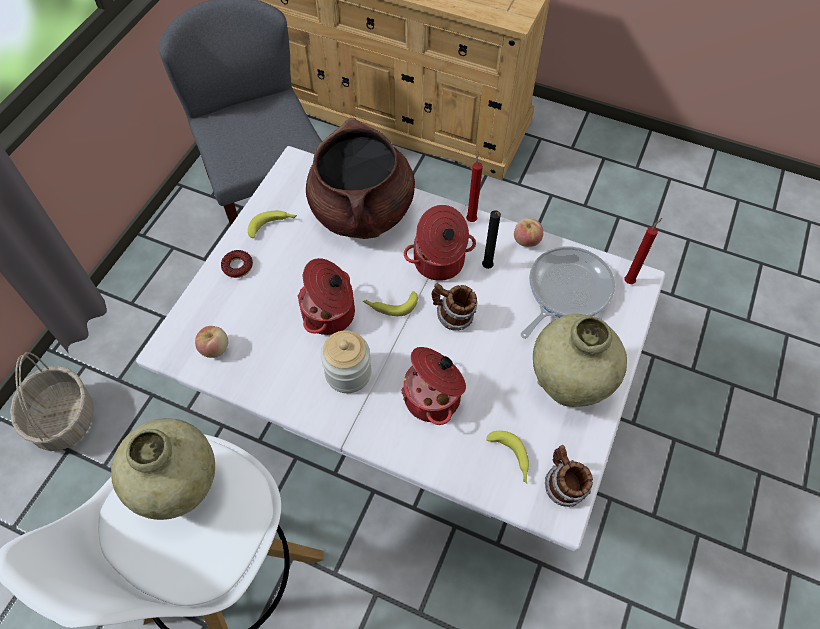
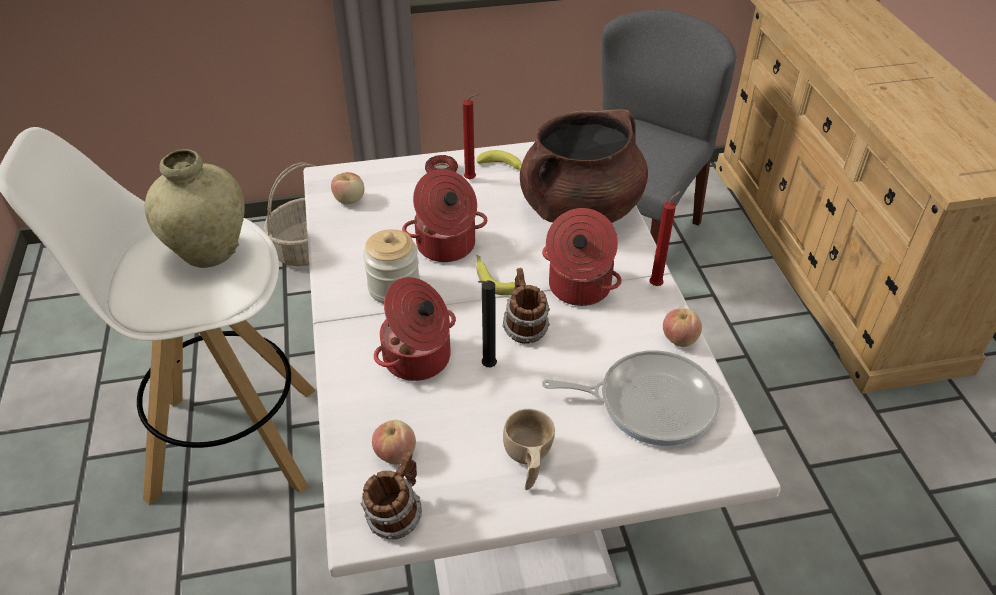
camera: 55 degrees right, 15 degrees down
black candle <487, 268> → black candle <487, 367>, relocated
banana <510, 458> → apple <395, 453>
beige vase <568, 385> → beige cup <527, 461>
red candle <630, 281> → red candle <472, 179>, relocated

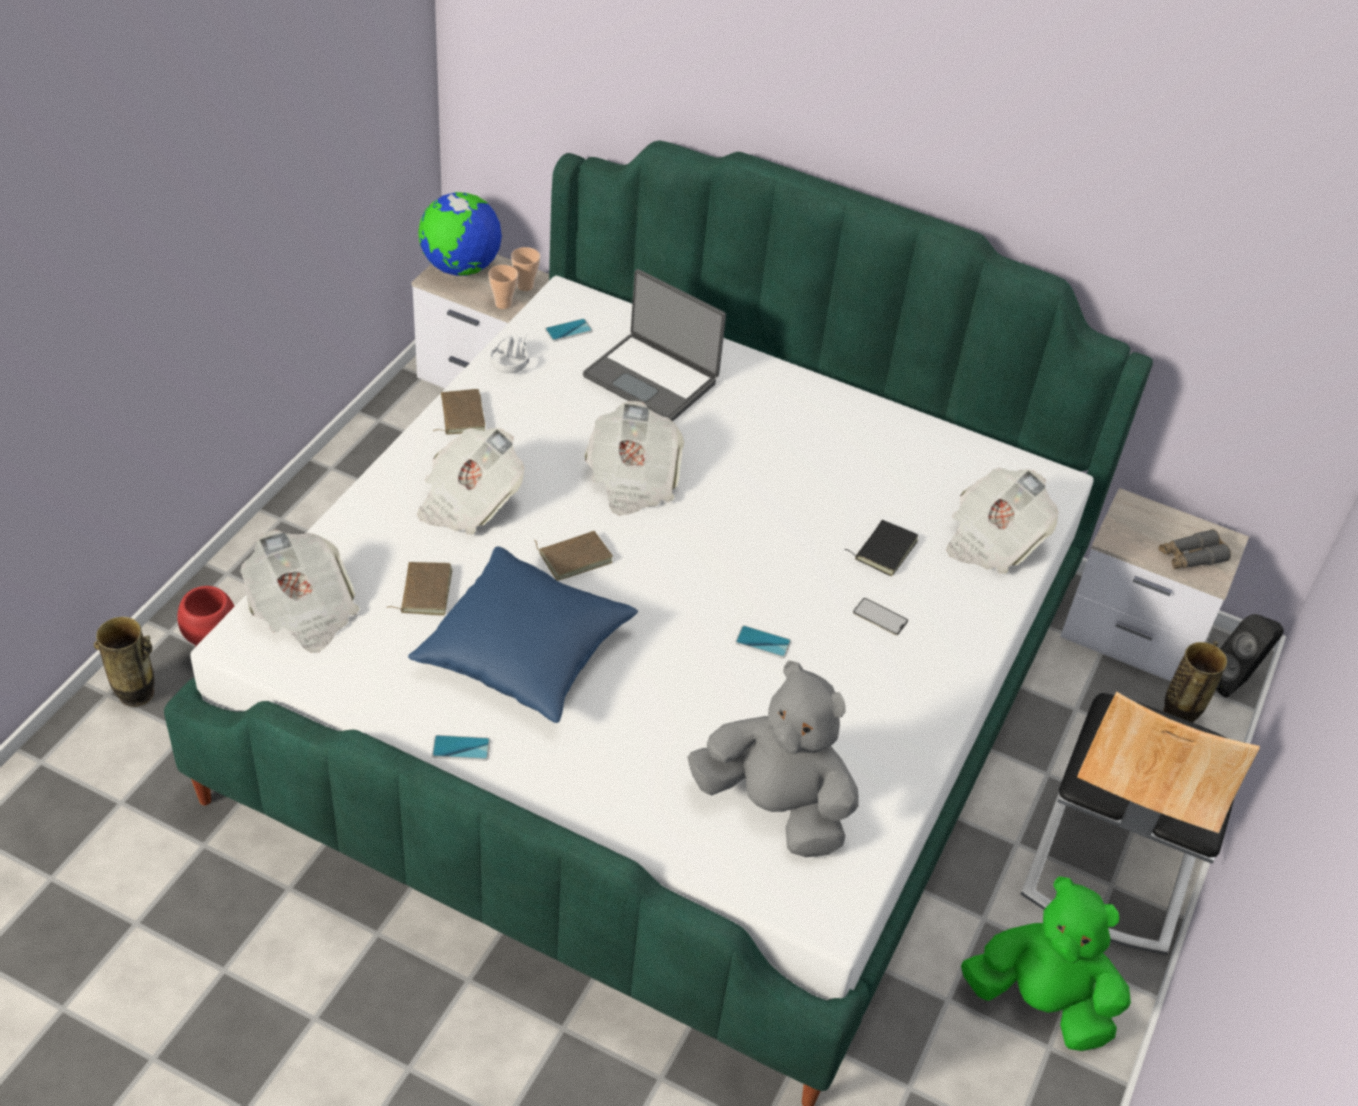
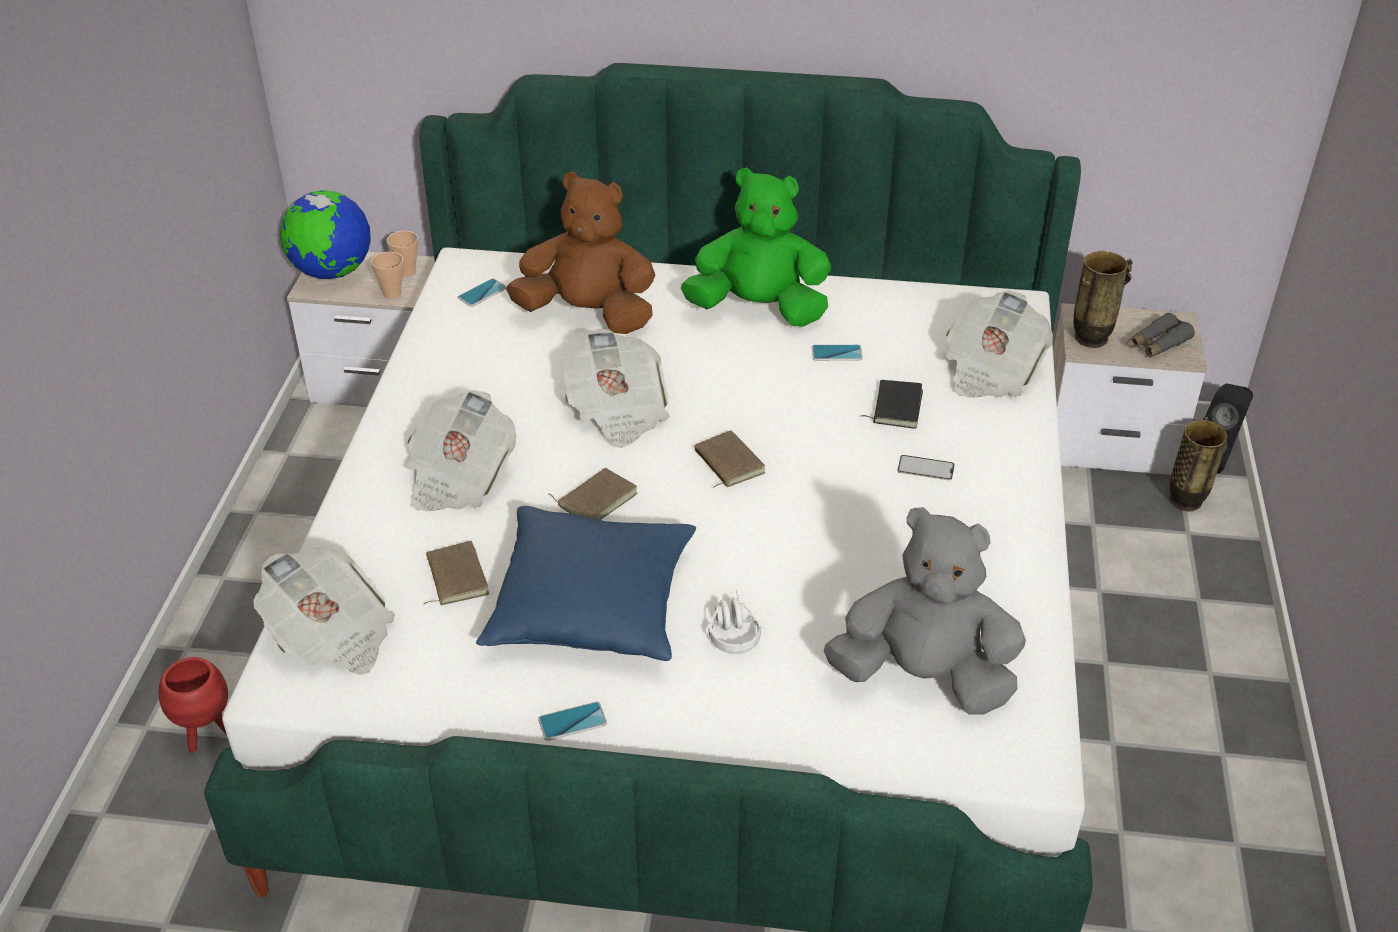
camera: 15 degrees left, 5 degrees down
vase <136, 695> → vase <1091, 339>, relocated
brown book <460, 415> → brown book <727, 463>, relocated
white headphones <511, 358> → white headphones <732, 629>, relocated
laptop <652, 378> → brown plush toy <588, 314>
phone <763, 642> → phone <836, 353>, relocated
green plush toy <1040, 1002> → green plush toy <759, 309>, relocated
chair <1112, 861> → -

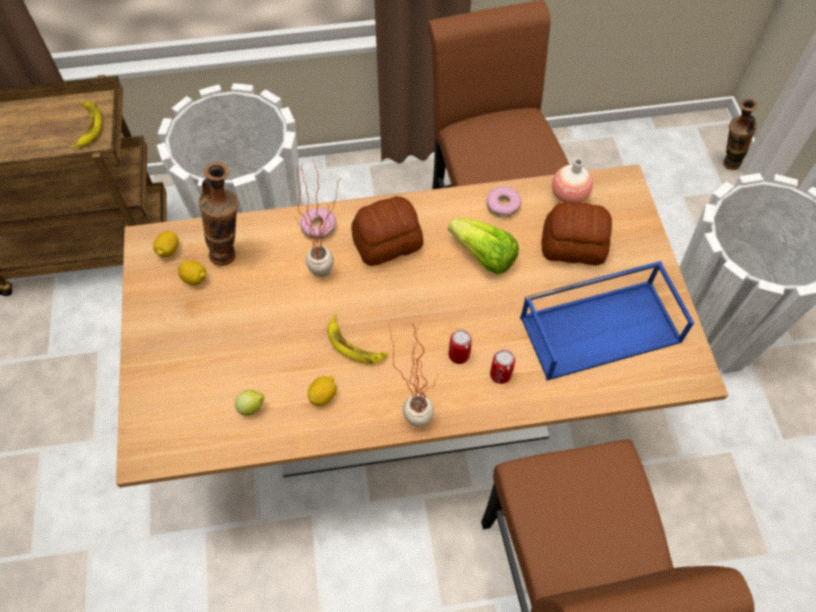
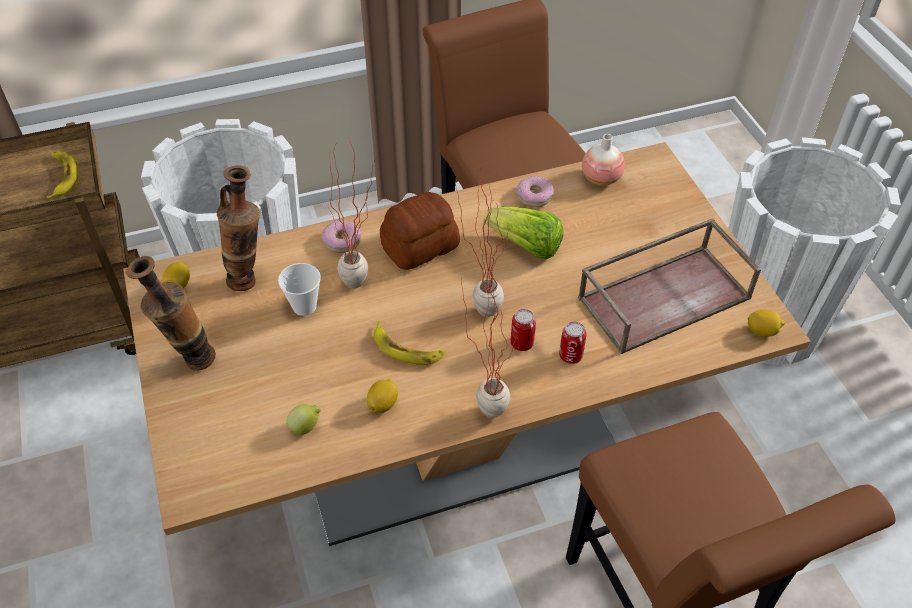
camera: 10 degrees left, 10 degrees down
lemon <195, 278> → lemon <762, 331>, relocated
blue tray <601, 327> → brown tray <664, 296>
bread <574, 246> → -
vase <725, 164> → vase <189, 361>, relocated
- → cup <304, 306>
- → potted plant <480, 306>

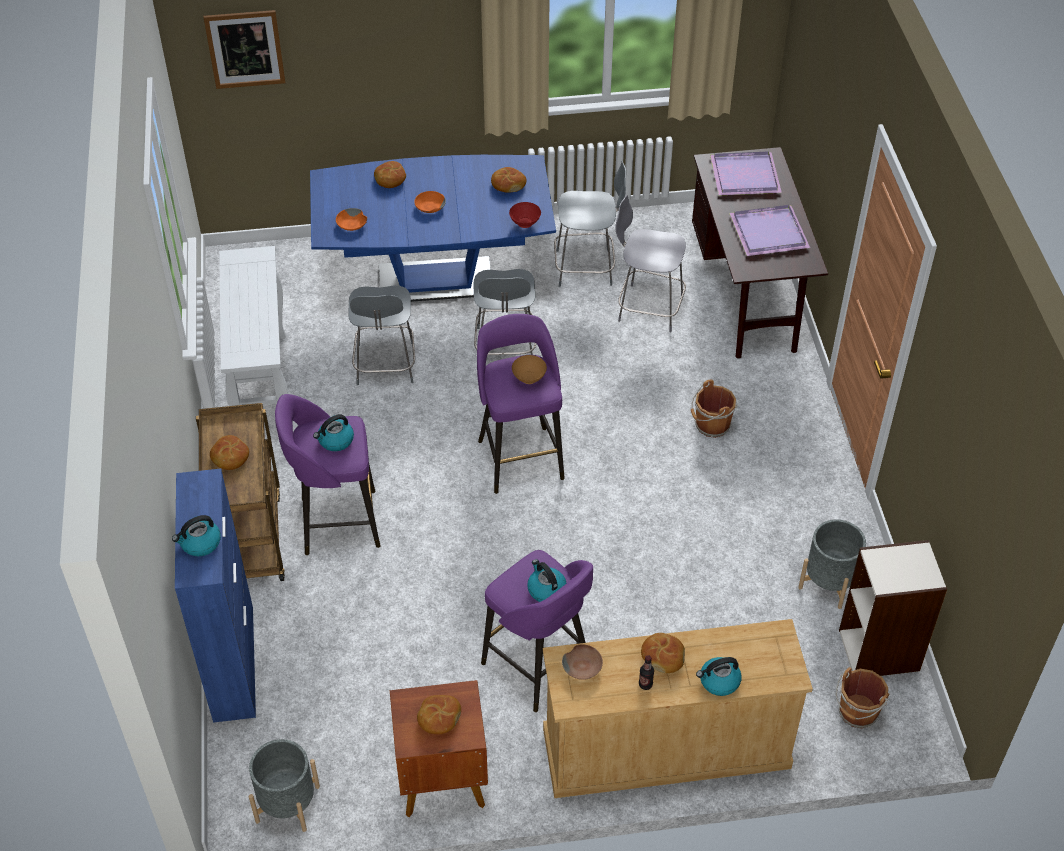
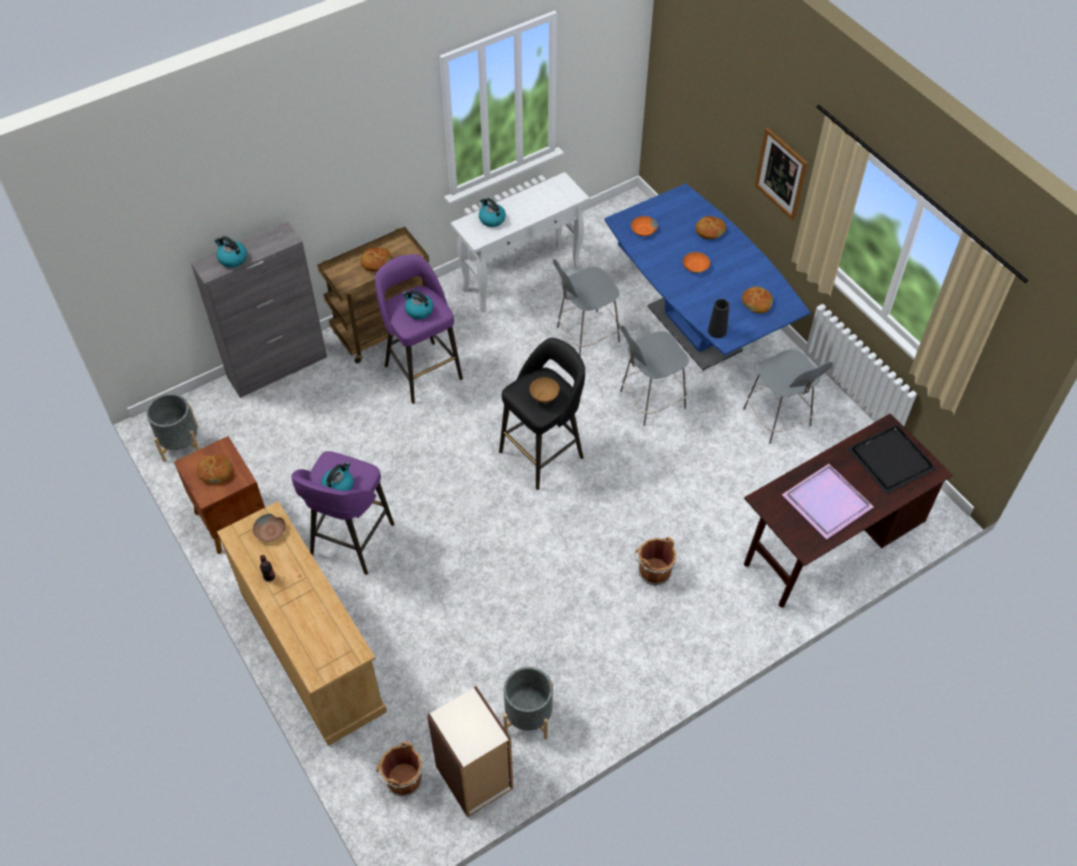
camera: 65 degrees right, 5 degrees up
blue cabinet <234, 662> → grey cabinet <278, 367>
picture <245, 49> → picture <781, 174>, relocated
purple stool <520, 457> → black stool <543, 453>
red bowl <524, 224> → black vase <717, 331>
grey chair <648, 307> → -
bread <663, 656> → -
kettle <719, 682> → kettle <491, 219>, relocated
purple tray <743, 175> → black tray <890, 458>

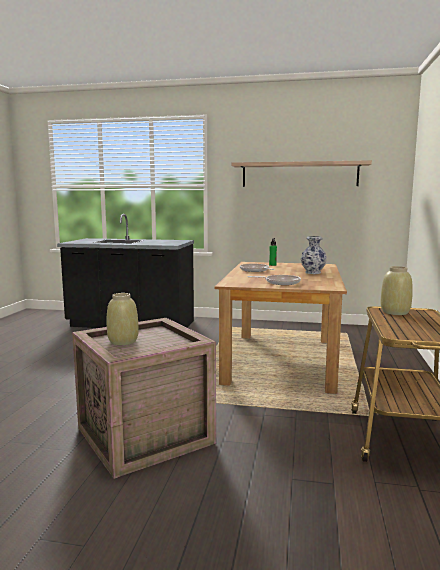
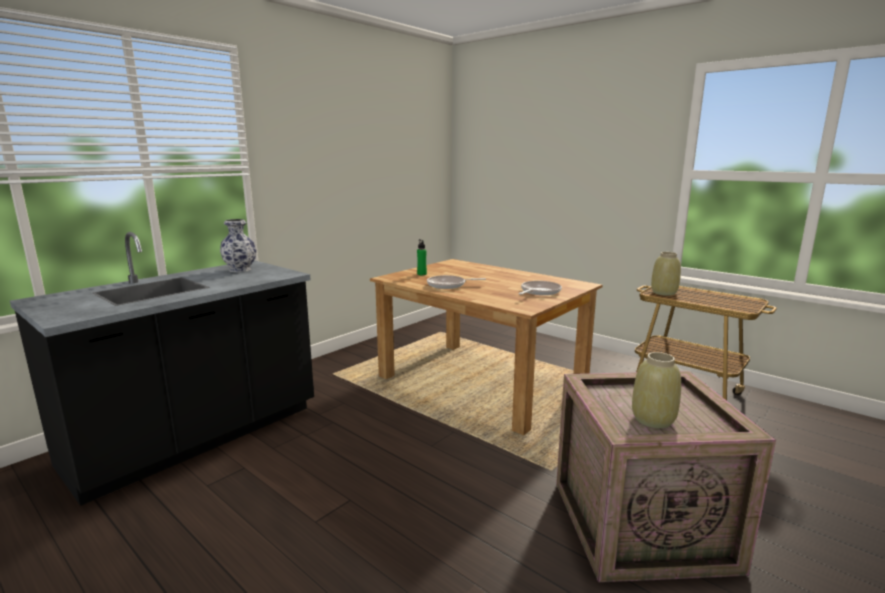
camera: 60 degrees left, 5 degrees up
shelf <299, 174> → -
vase <313, 273> → vase <240, 270>, relocated

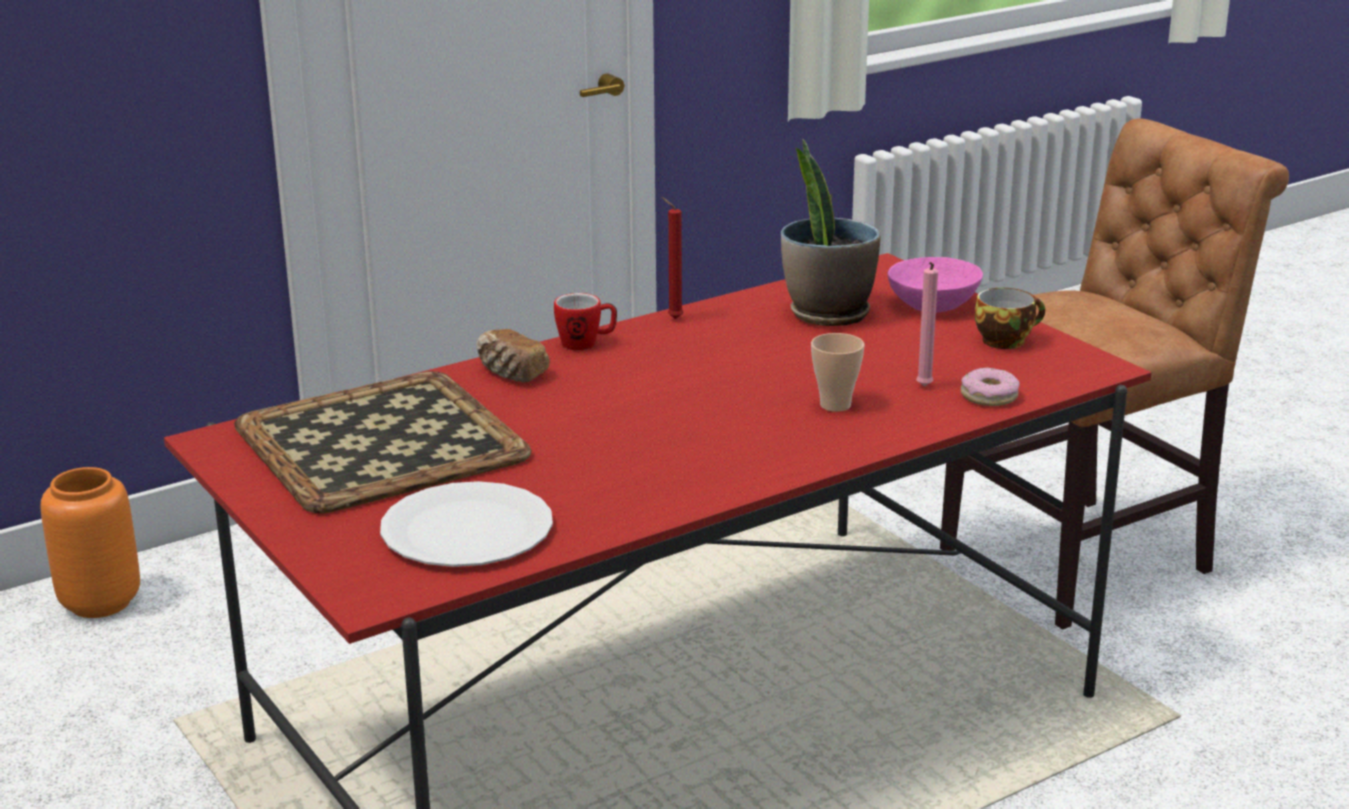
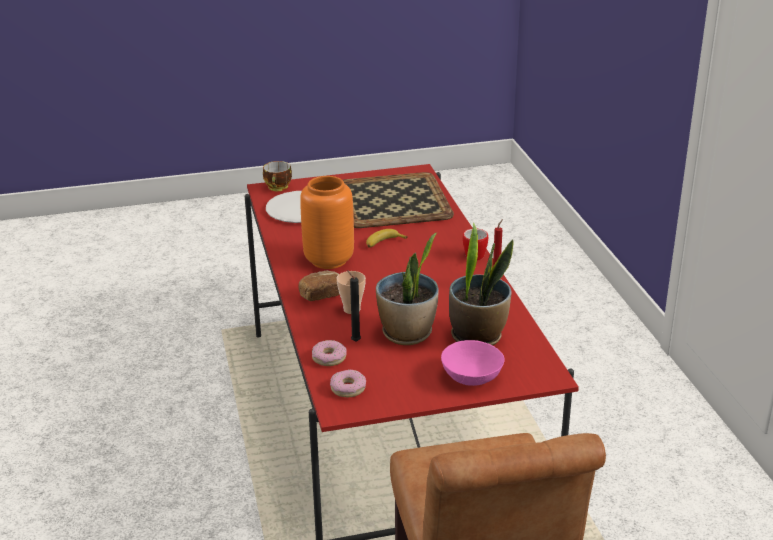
camera: 110 degrees right, 5 degrees up
orange vase <99, 603> → orange vase <328, 259>, relocated
bread <511, 373> → bread <321, 295>, relocated
pink candle <923, 387> → black candle <354, 341>
cup <1005, 340> → cup <278, 188>, relocated
- → donut <348, 388>
- → banana <383, 243>
- → potted plant <407, 334>

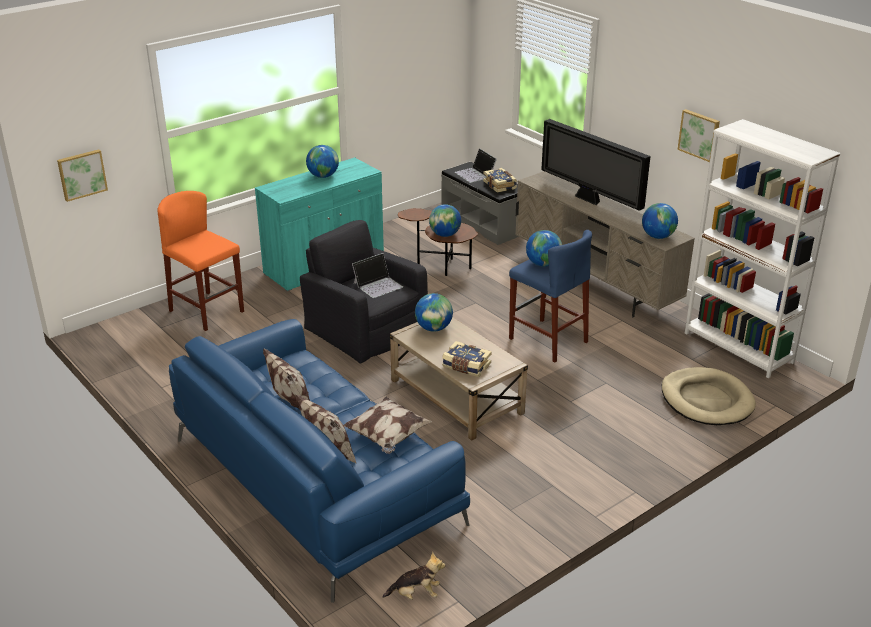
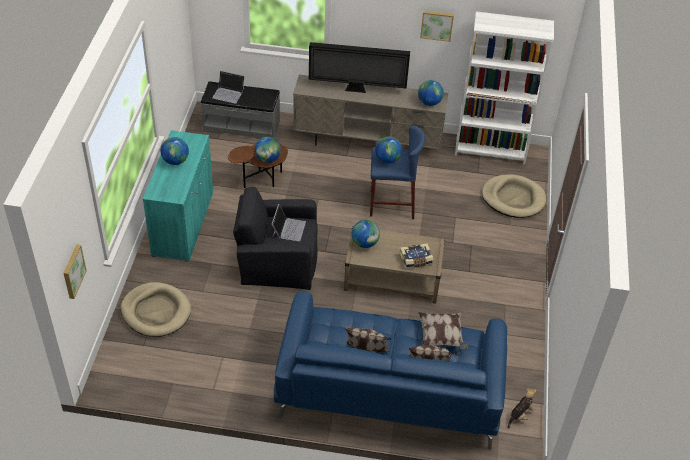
camera: 45 degrees left, 15 degrees up
orange stool <207, 311> → beige dog bed <156, 311>
book <500, 185> → -

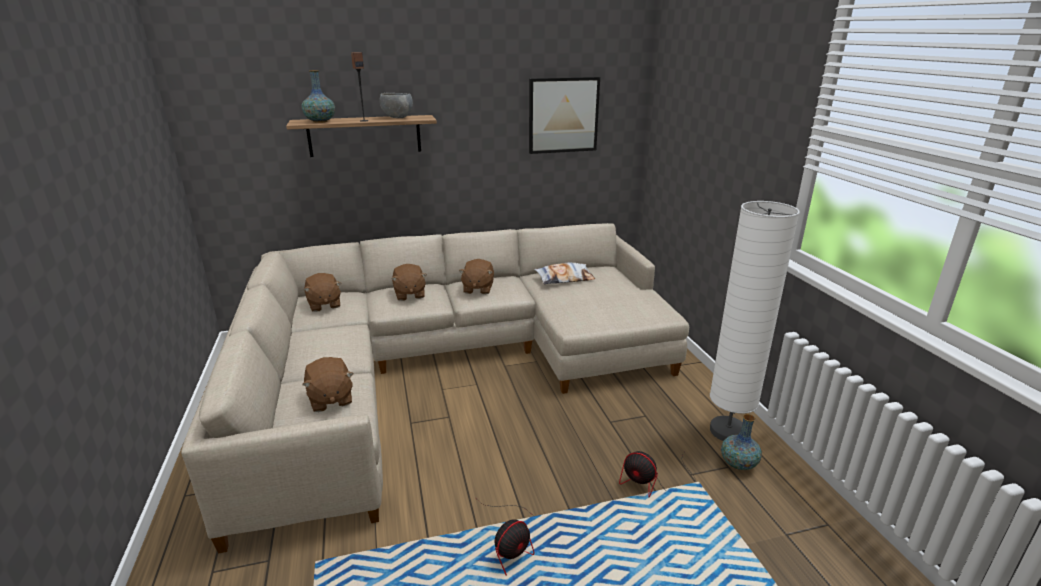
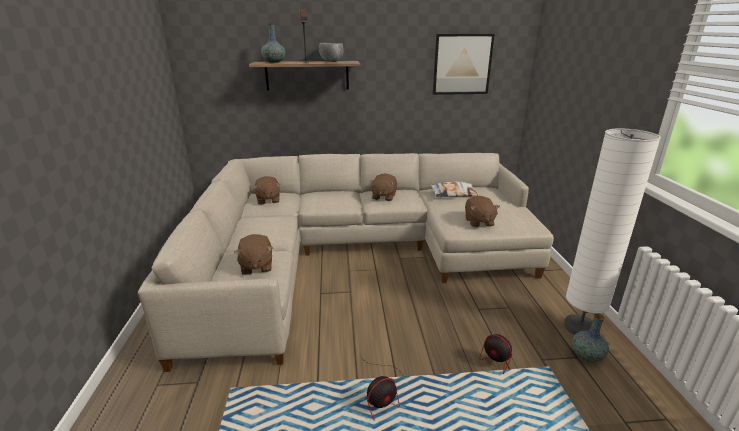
camera: 10 degrees right, 0 degrees up
brown plush toy <409, 294> → brown plush toy <479, 222>, relocated

